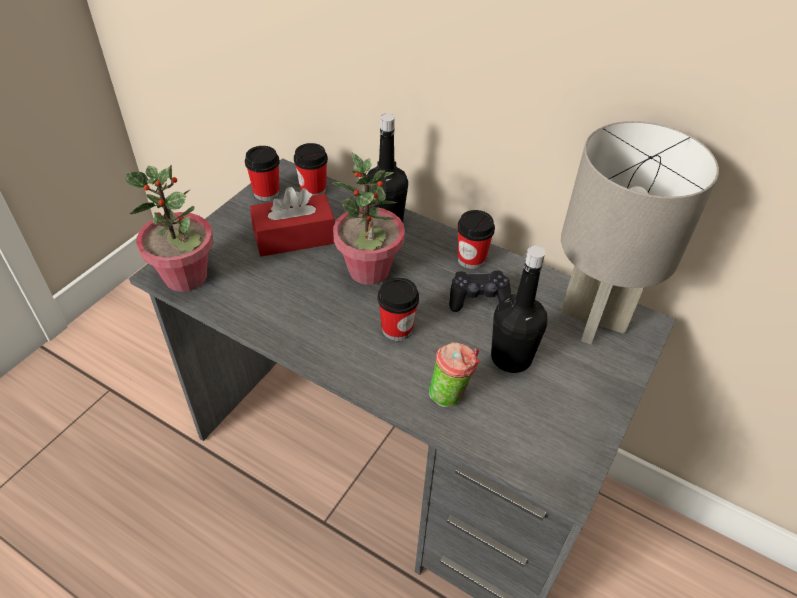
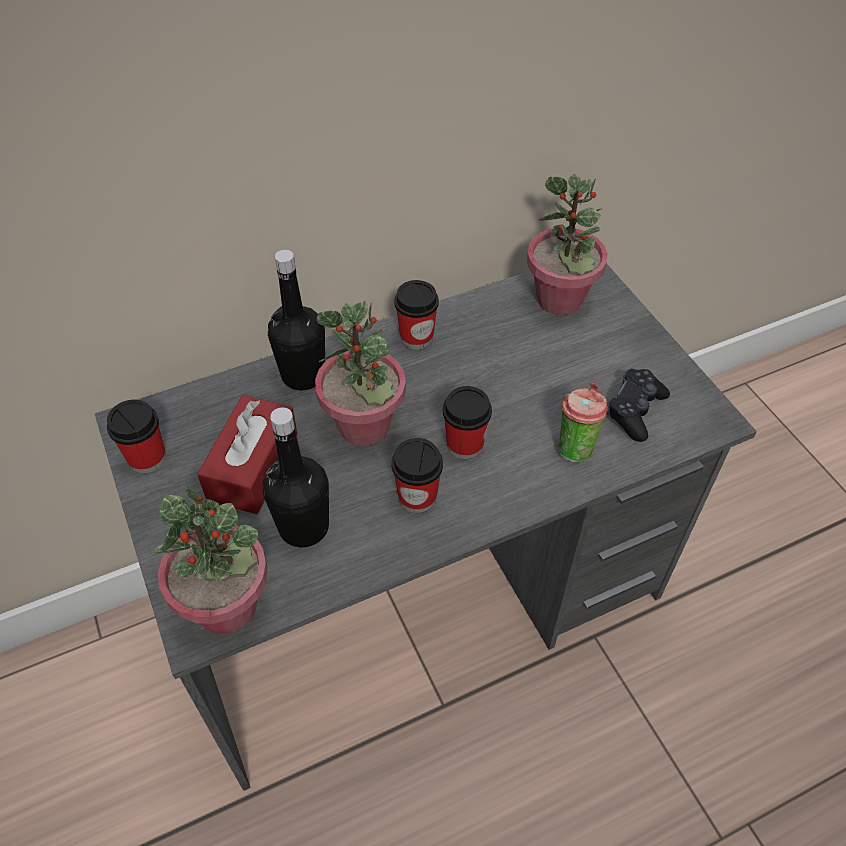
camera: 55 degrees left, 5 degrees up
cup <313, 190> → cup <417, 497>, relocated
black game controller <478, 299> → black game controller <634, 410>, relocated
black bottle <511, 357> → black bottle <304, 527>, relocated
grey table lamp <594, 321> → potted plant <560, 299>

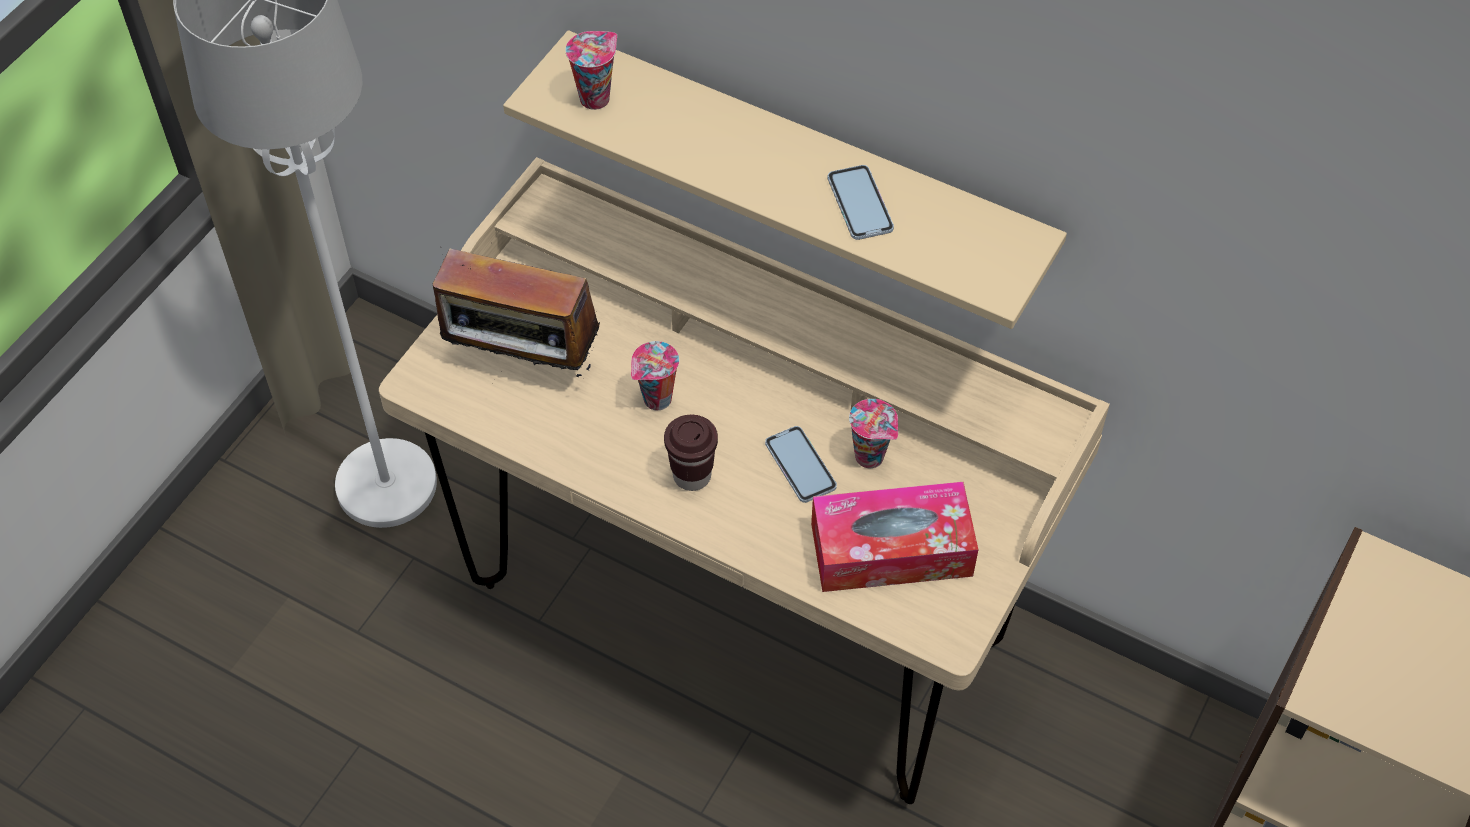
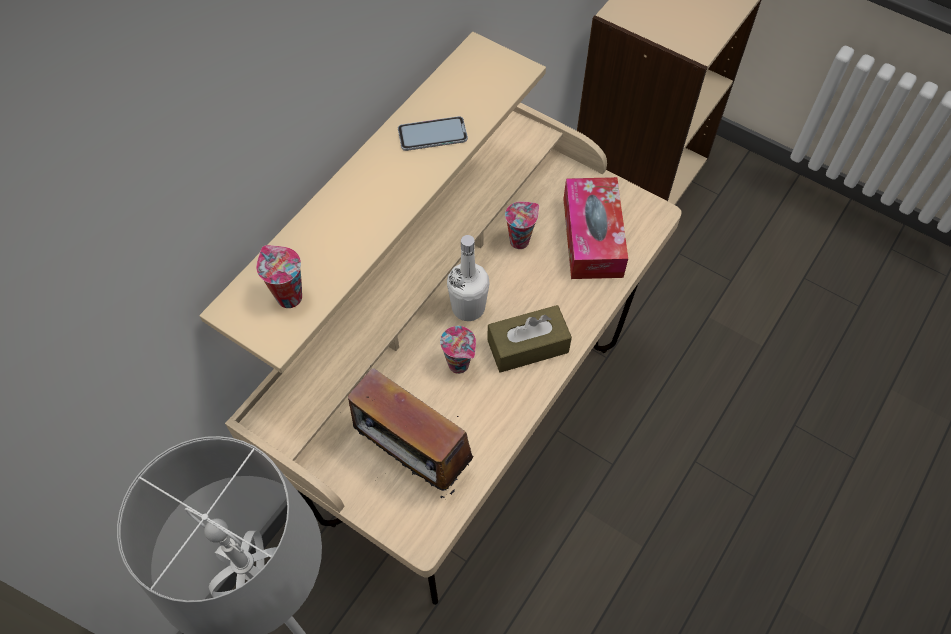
camera: 85 degrees left, 5 degrees up
radio <523, 362> → radio <413, 456>, 105 degrees clockwise
brown cup <692, 476> → brown tissue box <528, 346>
phone <800, 465> → -
- → white bottle <468, 307>

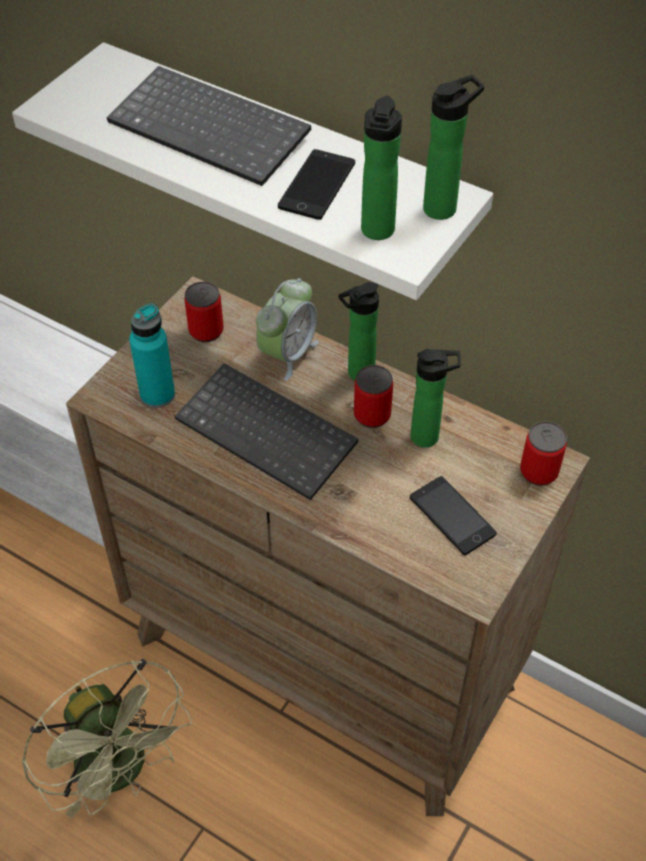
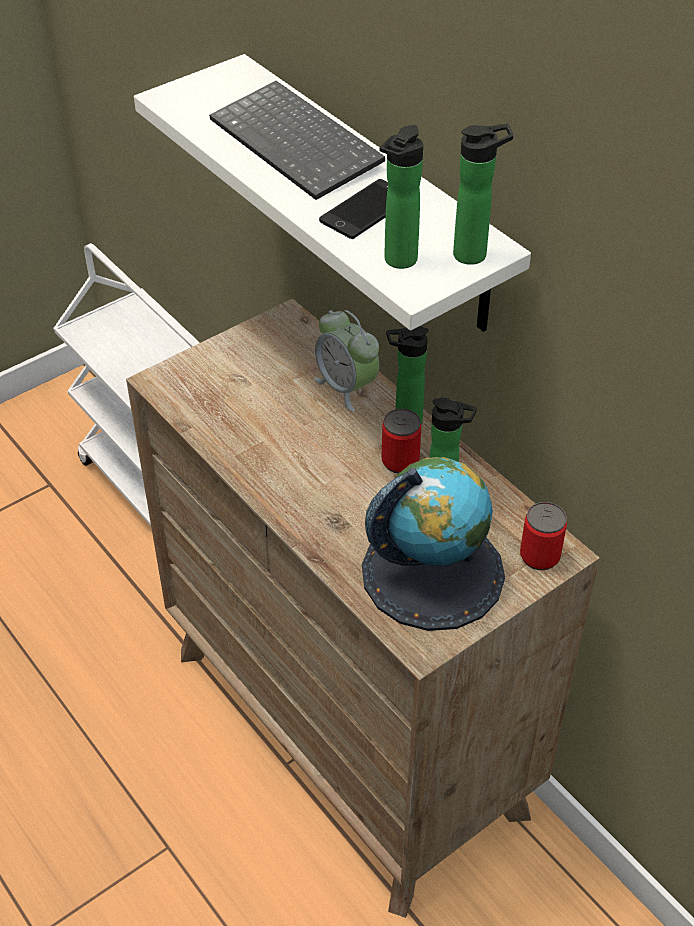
camera: 20 degrees right, 5 degrees down
green fan <121, 771> → -
turquoise bottle <157, 395> → -
keyboard <269, 432> → -
can <206, 331> → -
alarm clock <287, 354> → alarm clock <346, 387>, 90 degrees clockwise
phone <452, 516> → globe <432, 572>

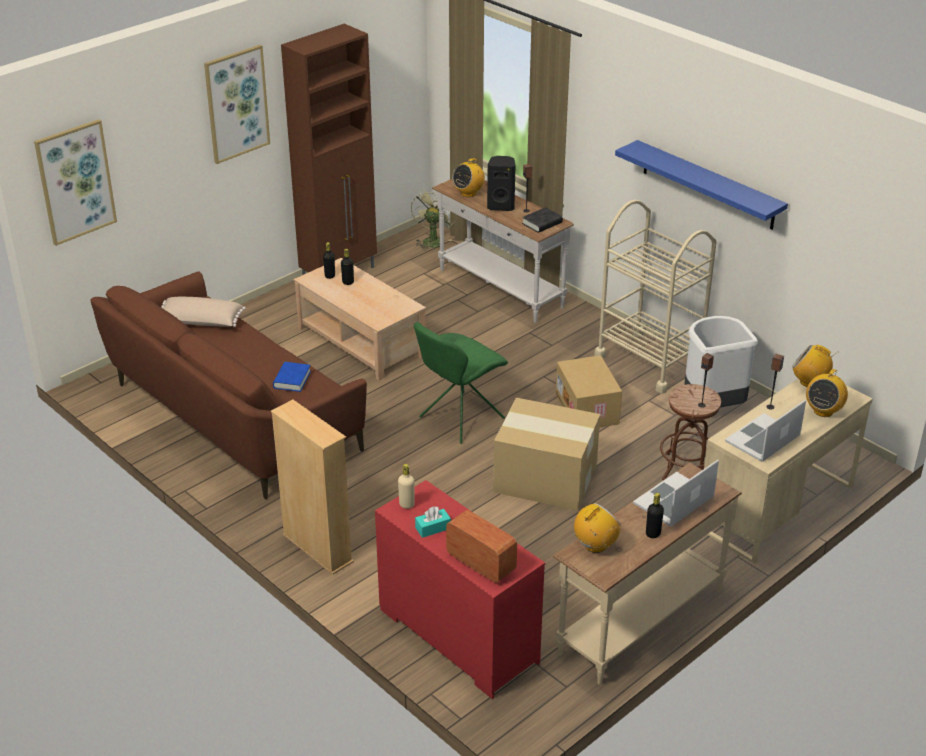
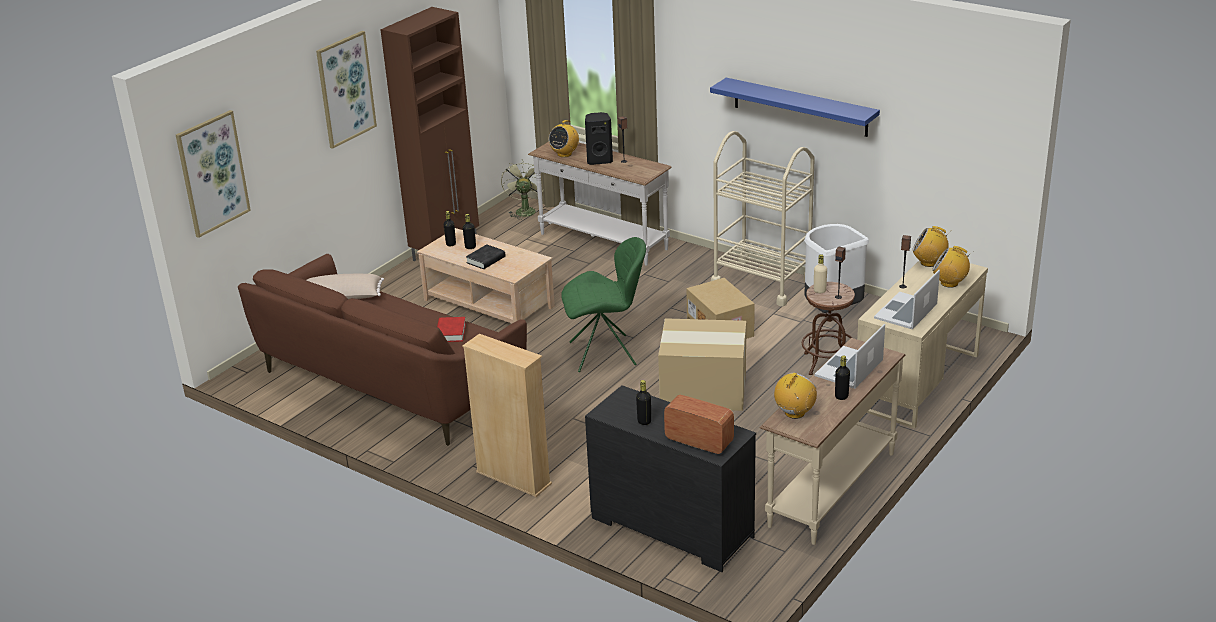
camera: 10 degrees left, 5 degrees down
blue book <292, 380> → red book <450, 333>
red dresser <457, 636> → black dresser <671, 528>
beige bottle <406, 504> → beige bottle <819, 291>, relocated
green chair <459, 419> → green chair <605, 353>, 135 degrees counterclockwise
turquoise tissue box <433, 528> → black bottle <644, 421>
black book <542, 223> → black book <486, 260>, relocated
radio <823, 411> → radio <949, 283>, 90 degrees clockwise

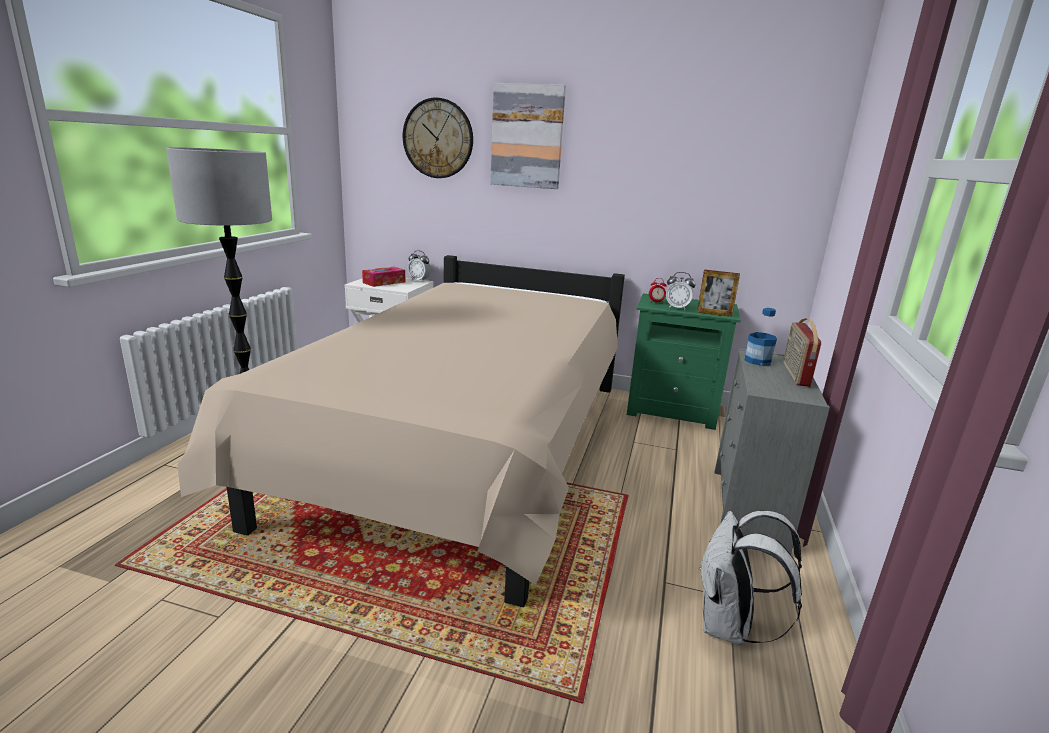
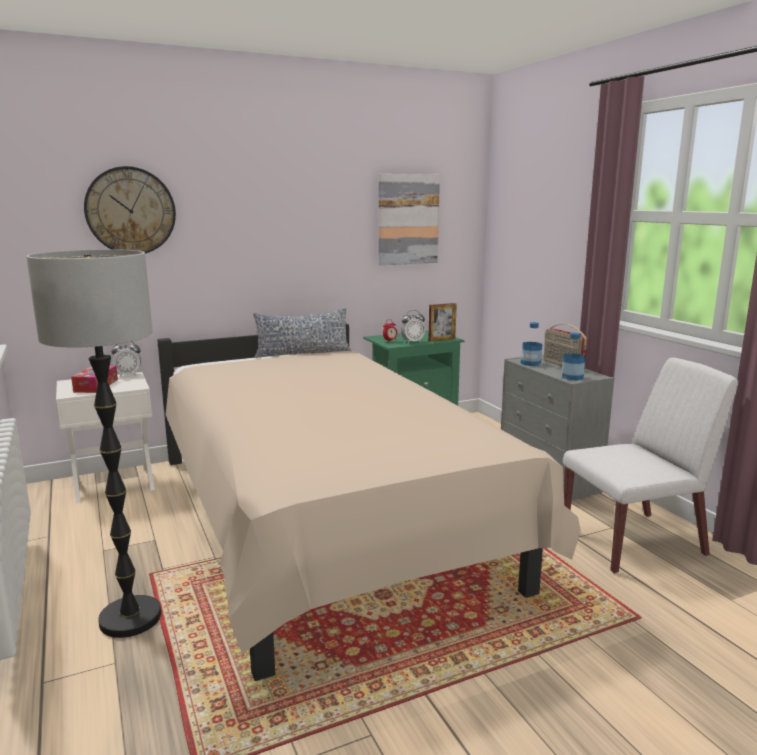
camera: 40 degrees left, 5 degrees down
picture <527, 137> → picture <407, 219>, relocated
white backpack <729, 627> → white chair <634, 541>
- → pillow <302, 353>
- → bottle <572, 377>

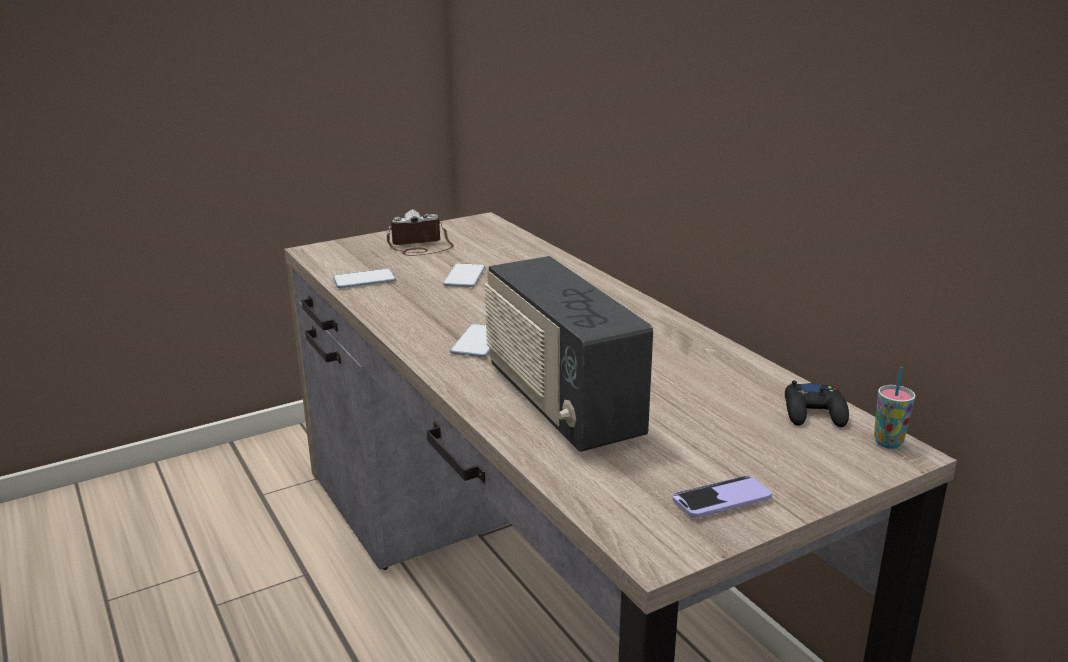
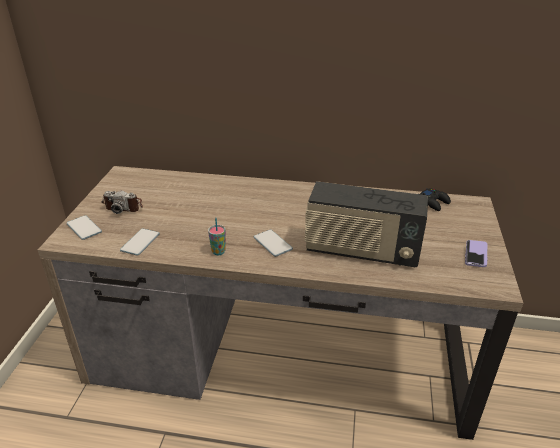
camera: 50 degrees left, 10 degrees up
photo camera <420, 247> → photo camera <124, 206>, 105 degrees counterclockwise
phone <464, 277> → phone <84, 228>, relocated
cup <888, 442> → cup <218, 252>, relocated

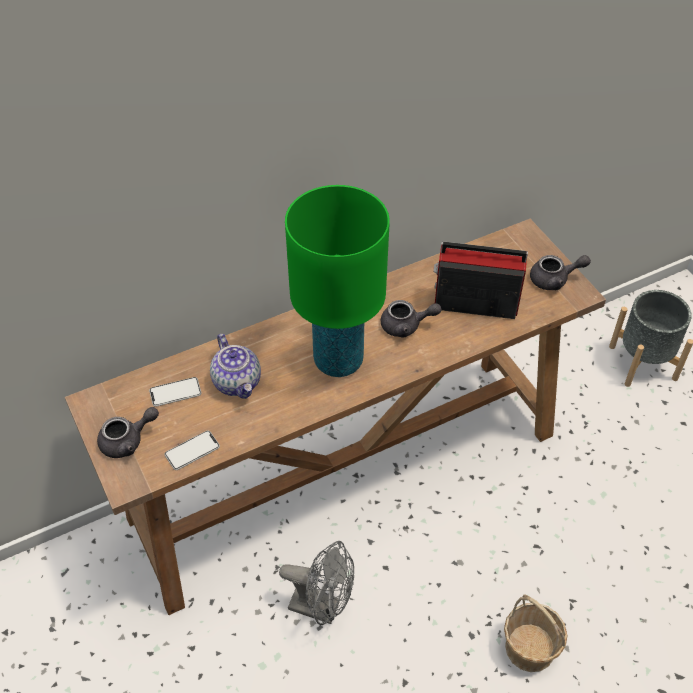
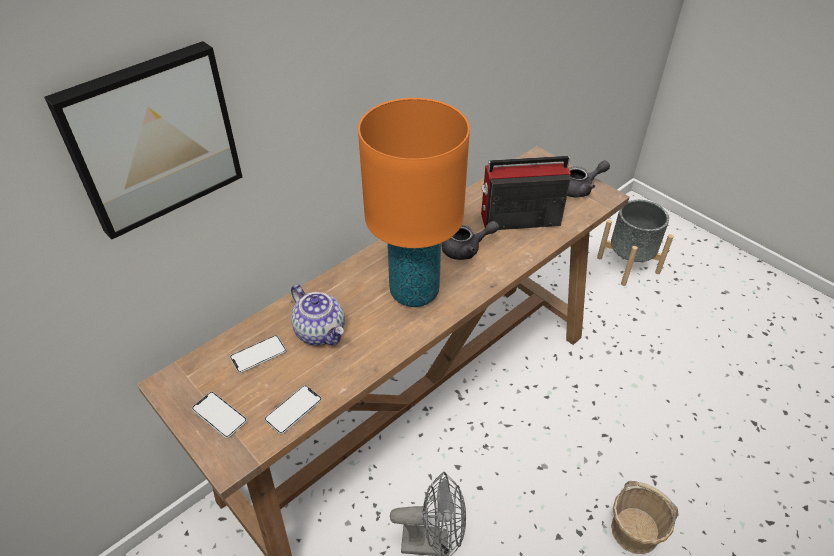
camera: 15 degrees left, 5 degrees down
grey teapot <128, 441> → phone <219, 415>
green table lamp <338, 361> → orange table lamp <414, 292>
- → picture <151, 138>

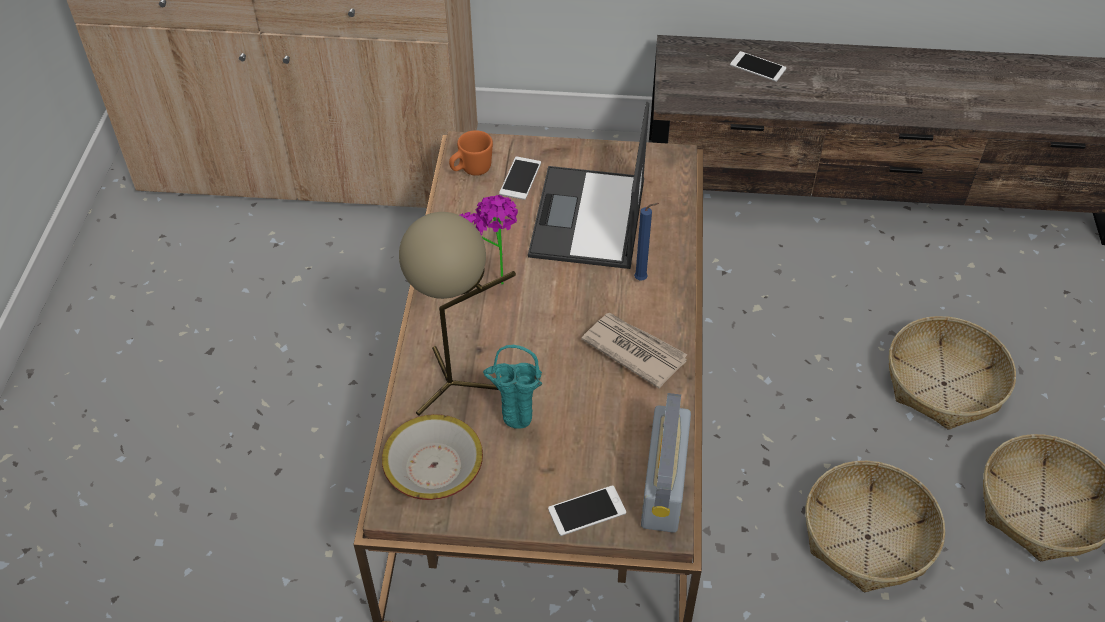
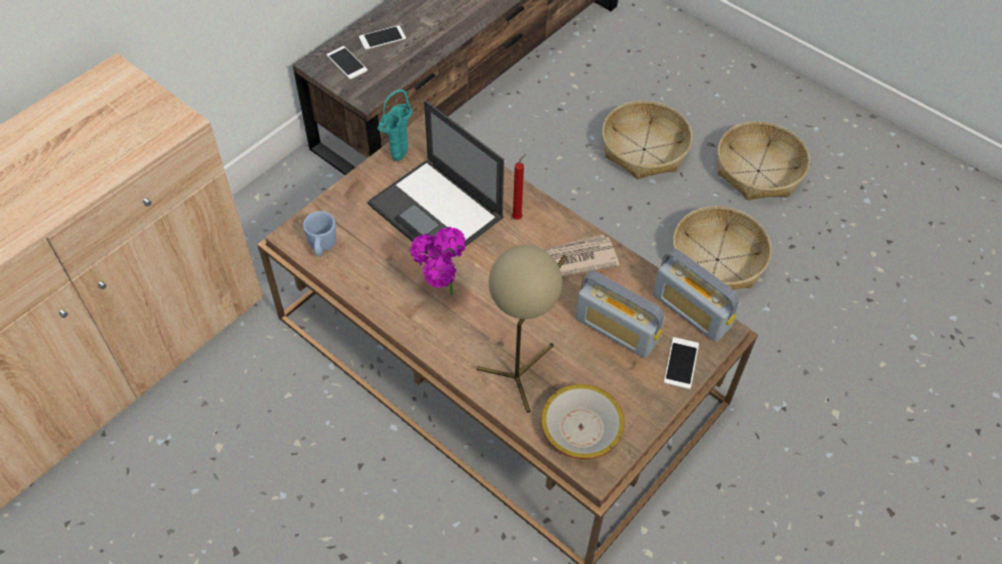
camera: 55 degrees left, 5 degrees up
orange mug <471, 170> → blue mug <322, 247>
turquoise vase <514, 426> → turquoise vase <398, 159>, relocated
phone <520, 178> → phone <347, 63>, relocated
blue candle <642, 279> → red candle <518, 217>
- → radio <616, 330>

